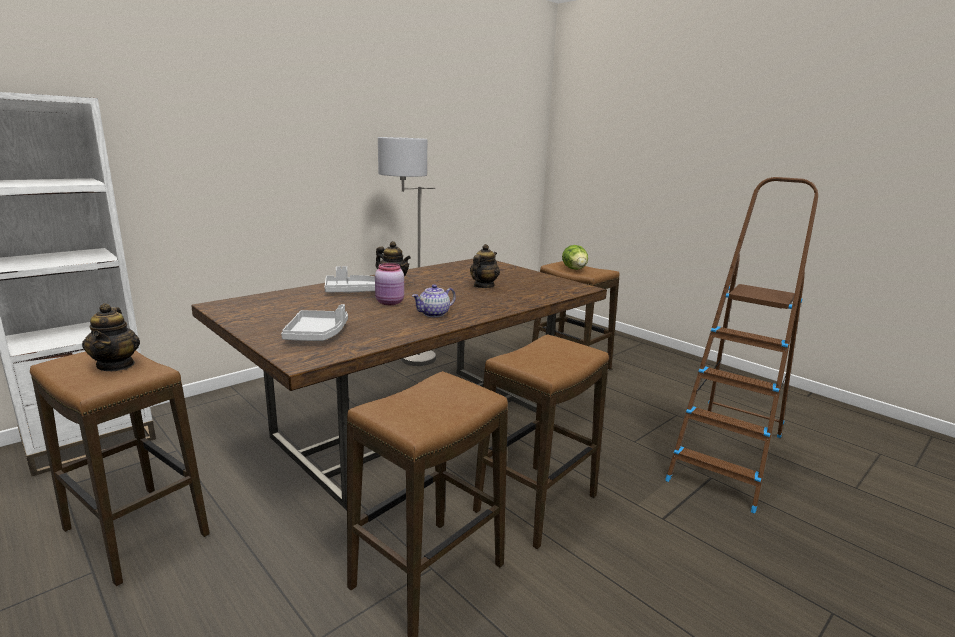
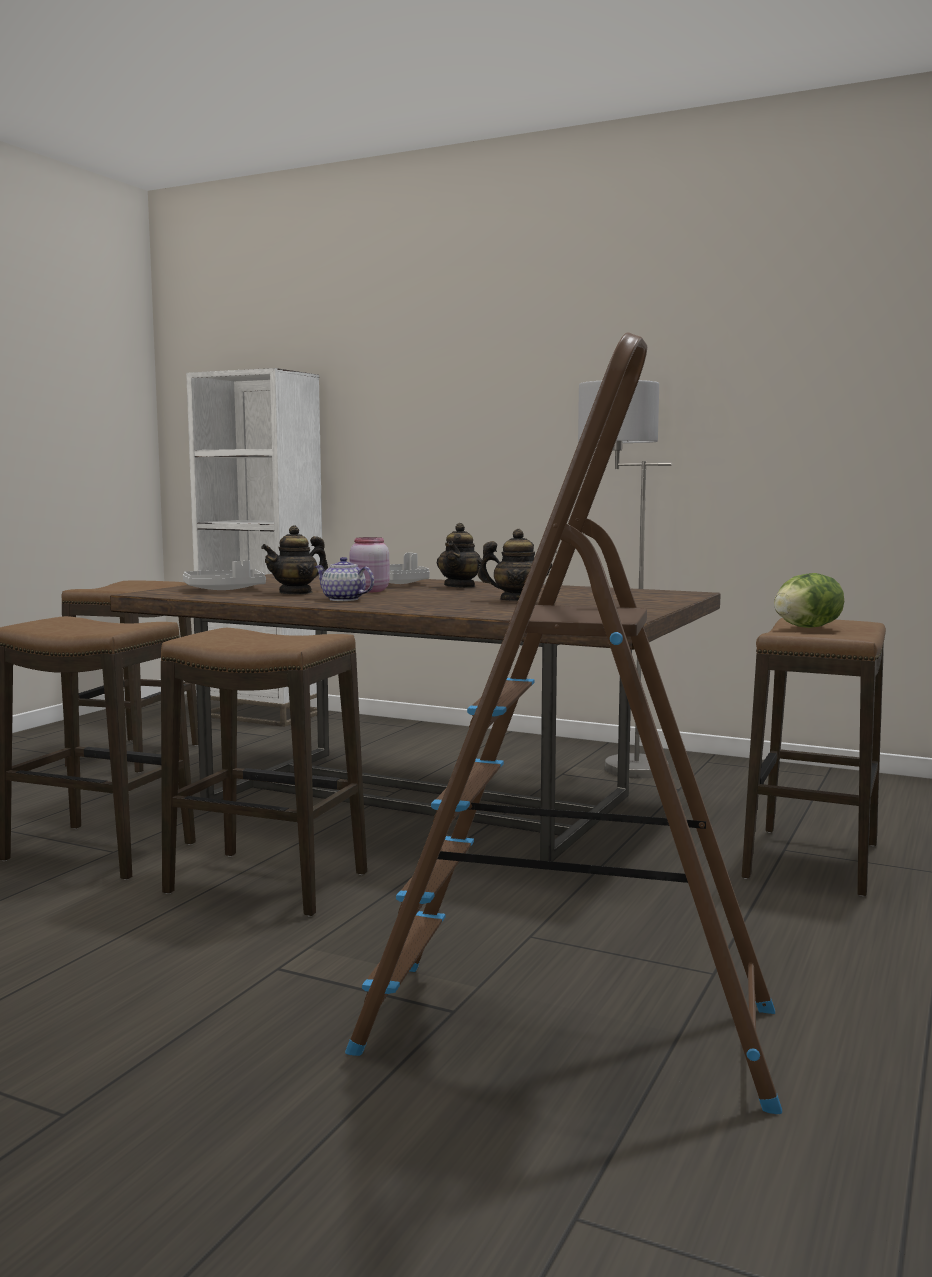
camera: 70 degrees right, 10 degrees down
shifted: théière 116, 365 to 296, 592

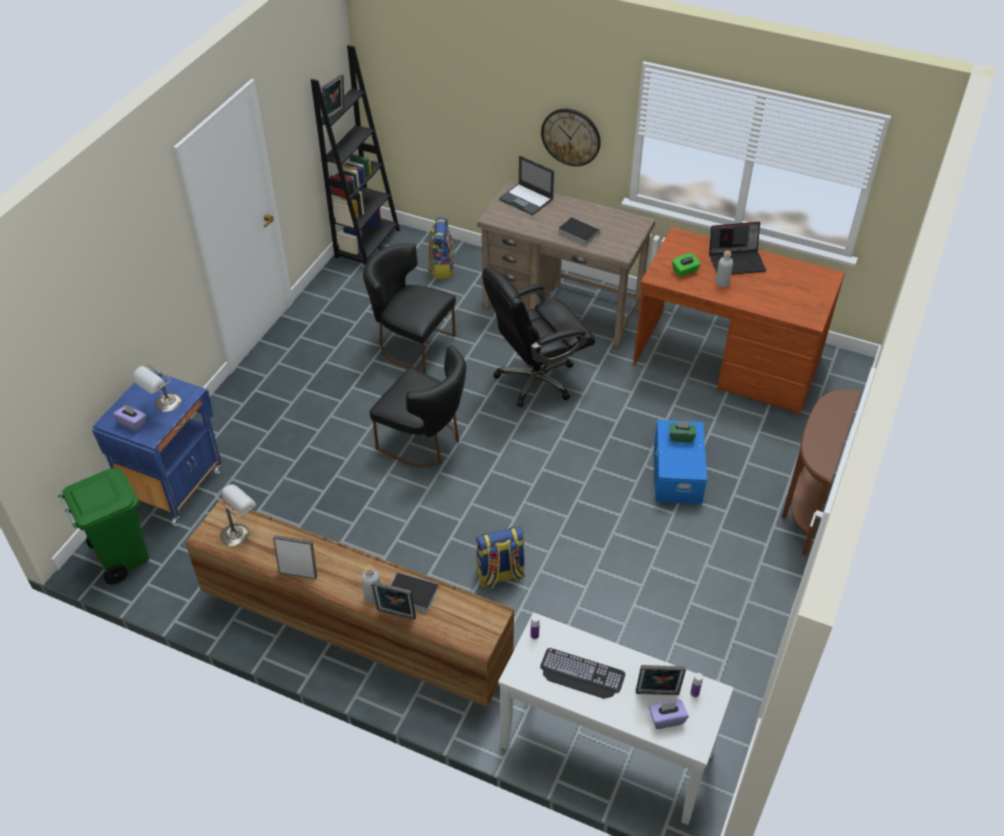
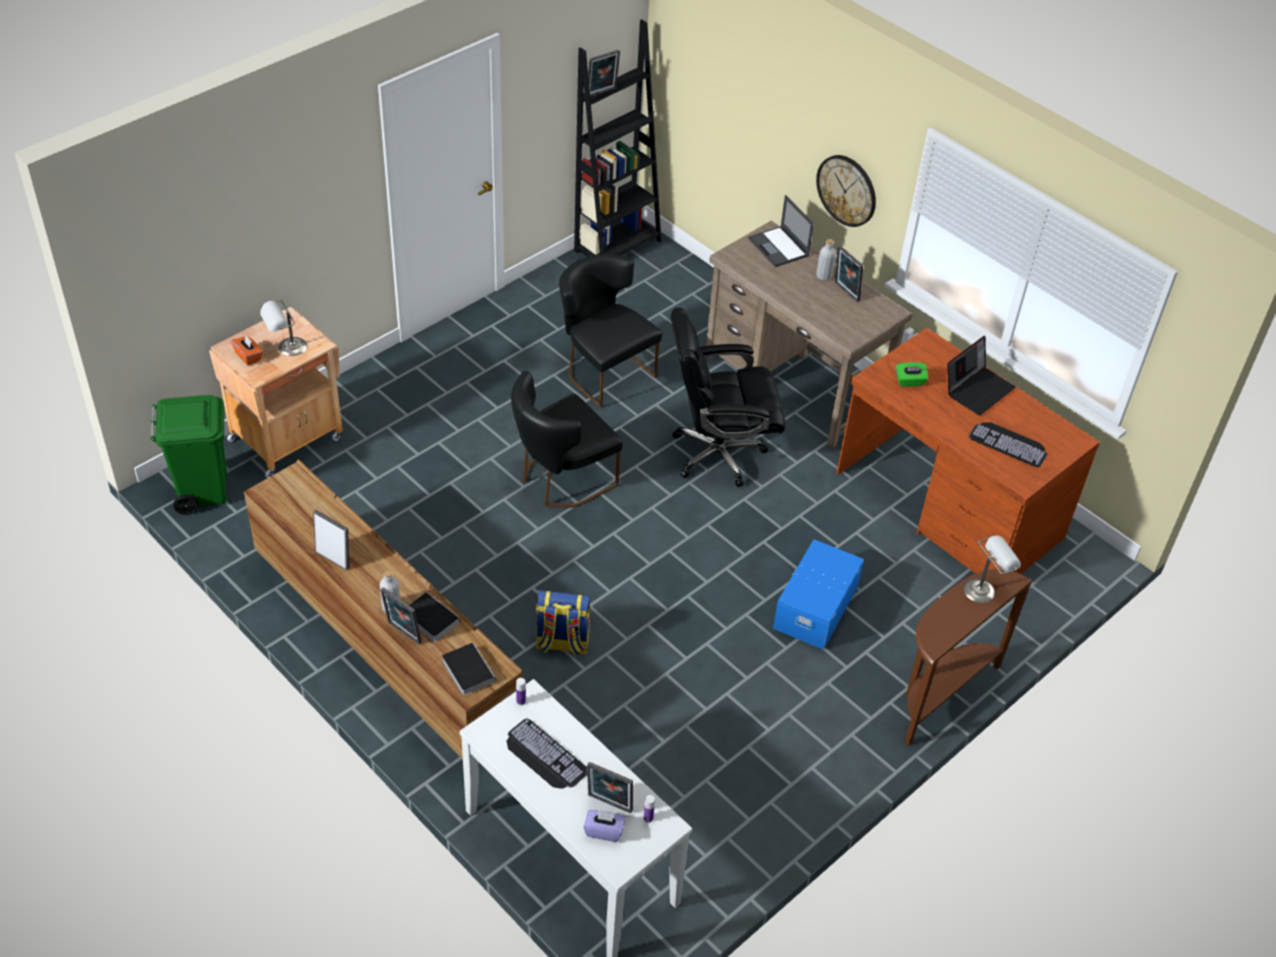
camera: 20 degrees right, 0 degrees up
gone: sac à dos 441, 267; boîte à mouchoirs/vert 681, 437
new: cadre photo 845, 292; clavier 1009, 443
shifted: livre 577, 233 to 467, 670; bouteille/gris 722, 283 to 823, 276; lampe de table/blanc 239, 531 to 984, 588
repainted: chariot/bleu 174, 486 to chariot/marron 287, 438; boîte à mouchoirs/violet 132, 423 to boîte à mouchoirs/orange 248, 356
rotated: ordinateur portable 736, 261 = 978, 389 60 degrees counterclockwise; chaise/noir 425, 442 = 561, 480 90 degrees clockwise

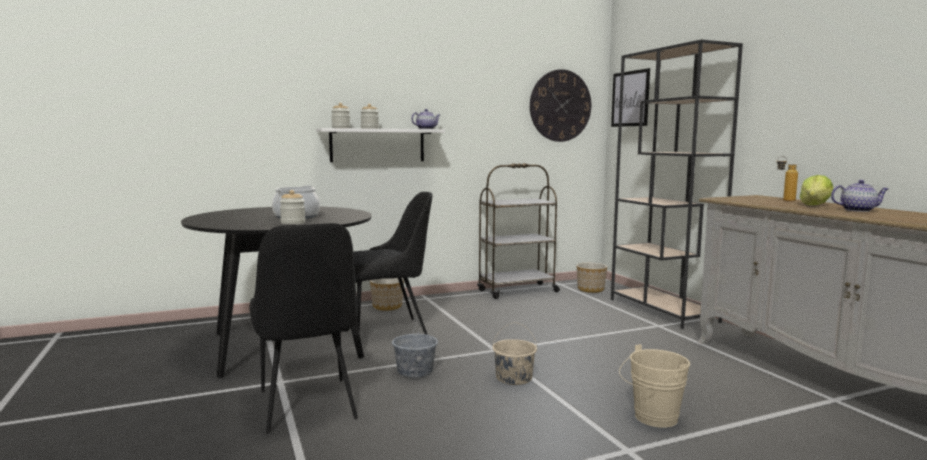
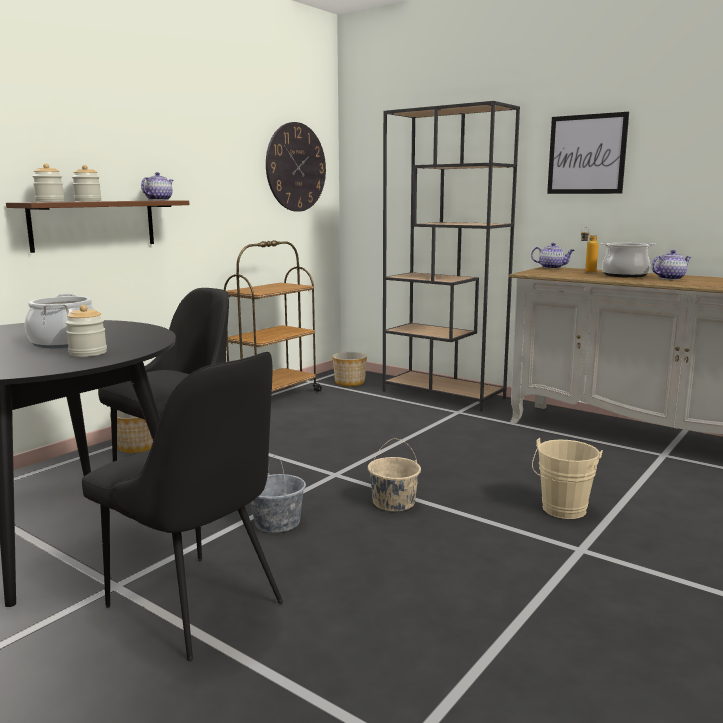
camera: 30 degrees left, 5 degrees up
new: théière 552, 267
shifted: tableau 630, 99 to 586, 154
swapped: laitue 815, 205 to marmite 624, 275
repainted: étagère/blanc 377, 145 to étagère/marron 94, 224; chariot/gris 516, 291 to chariot/marron 274, 398

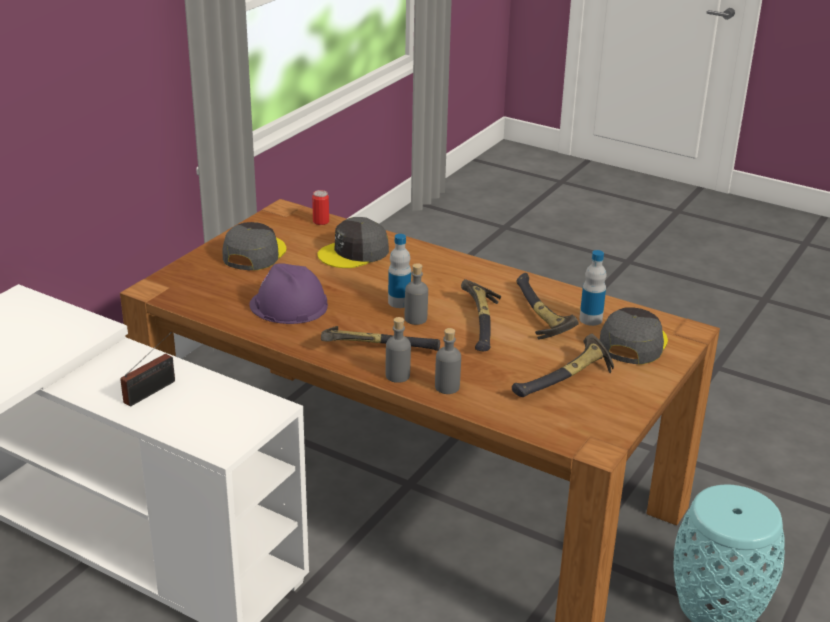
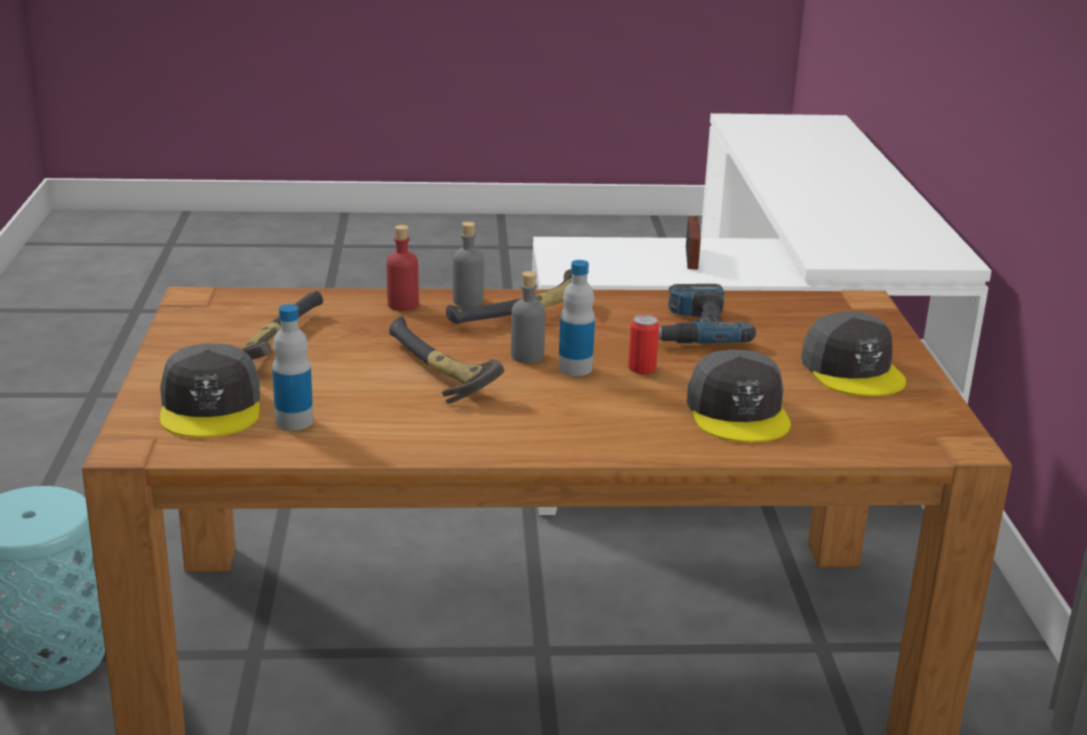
camera: 145 degrees right, 5 degrees down
gone: marteau 538, 316
shifted: boîte métallique 321, 221 to 642, 368
swapped: casque de chantier/violet 288, 305 to perceuse 693, 328
repainted: bouteille/gris 447, 387 to bouteille/rouge 403, 305
rotated: casquette/gris 354, 253 = 738, 412 150 degrees clockwise

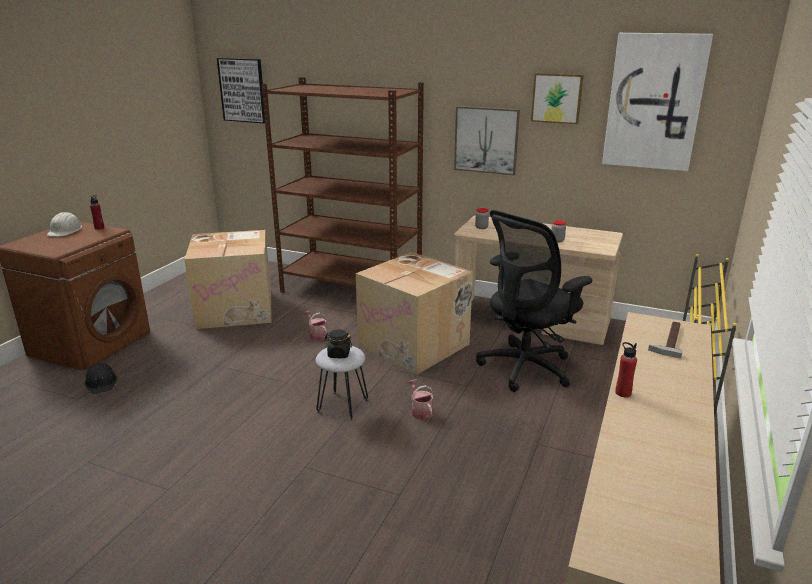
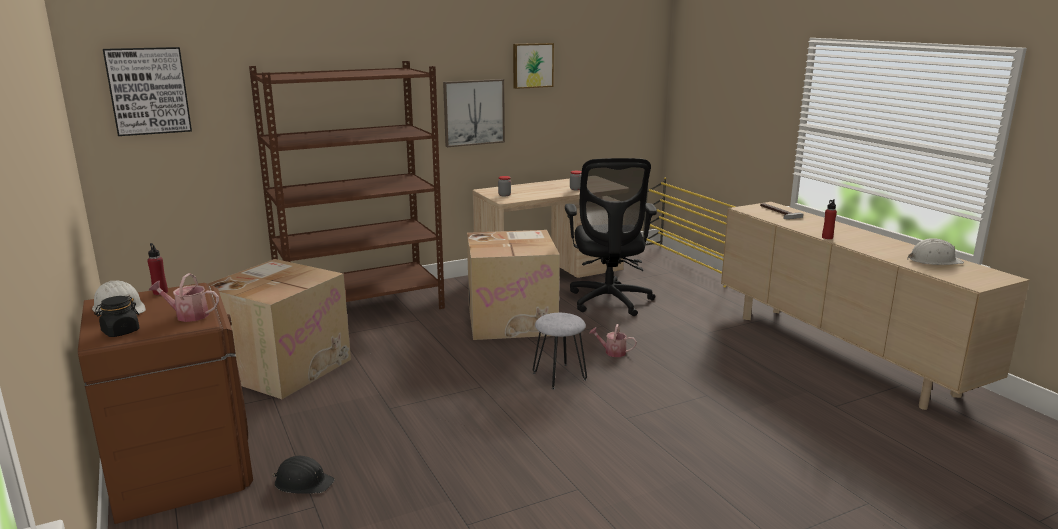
camera: 50 degrees left, 5 degrees down
gone: tableau 654, 102
new: casque de chantier/blanc 934, 260
shifted: arrosoir 317, 335 to 188, 315; bocal/noir 338, 354 to 120, 332

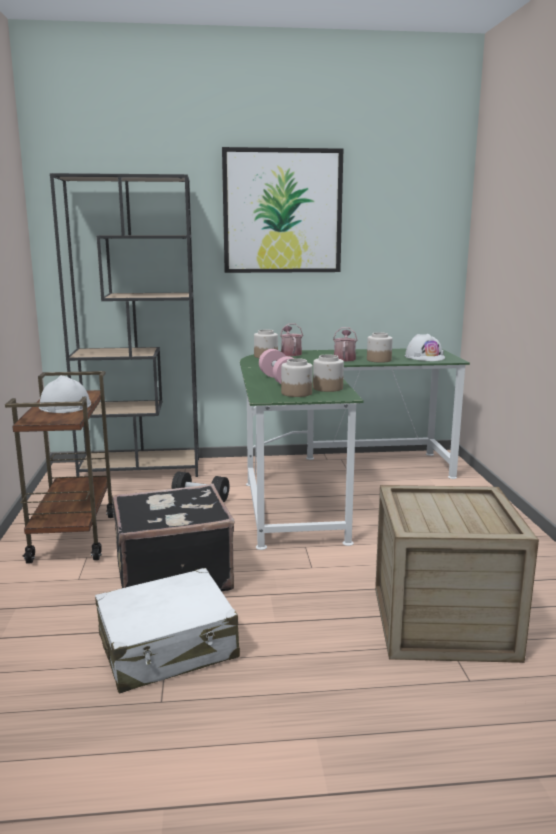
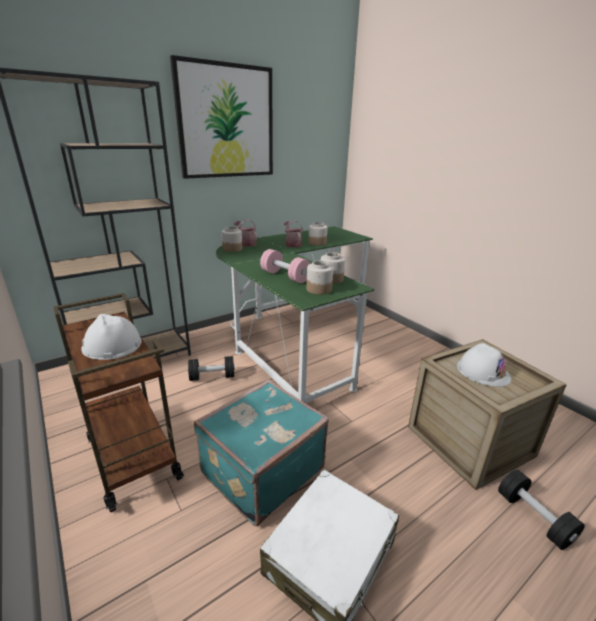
camera: 30 degrees left, 10 degrees up
new: haltère/noir 533, 518
shifted: casque de chantier/blanc 424, 357 to 483, 372
repainted: valise/noir 172, 575 to valise/turquoise 260, 470

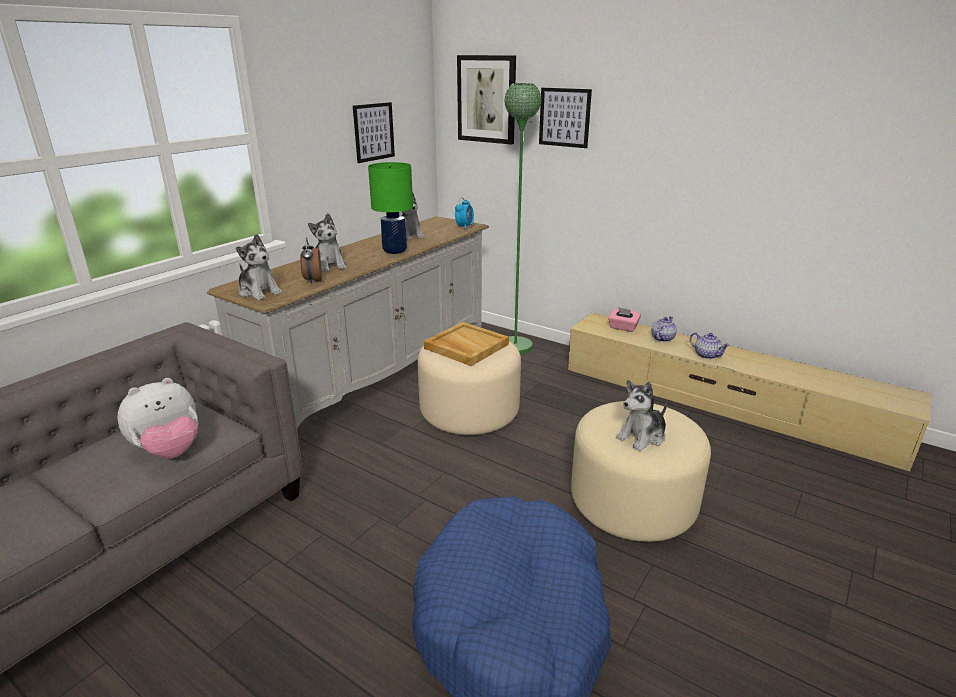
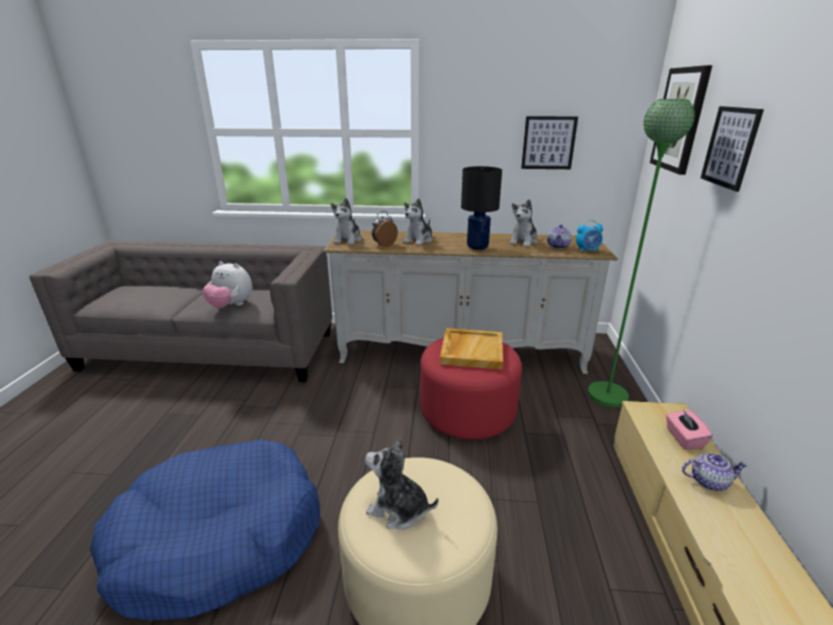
camera: 60 degrees right, 0 degrees up
shifted: théière 706, 355 to 558, 246
repainted: lampe de table/vert 394, 252 to lampe de table/noir 477, 248; pouf/beige 469, 411 to pouf/rouge 468, 411

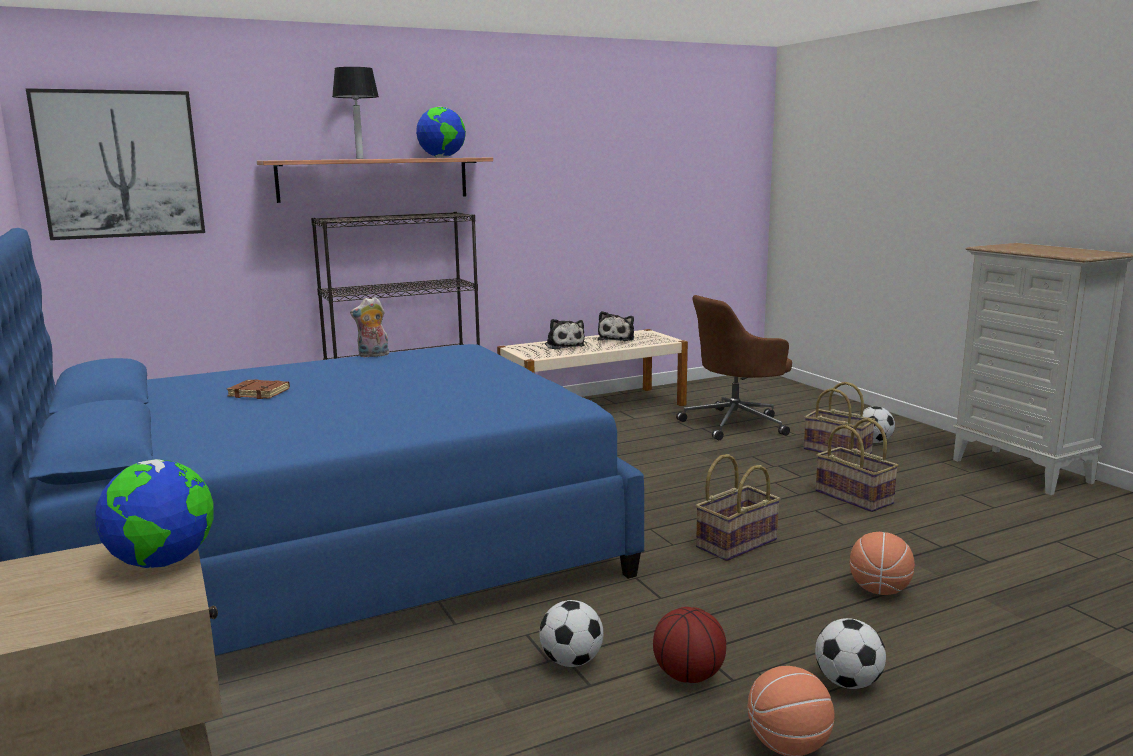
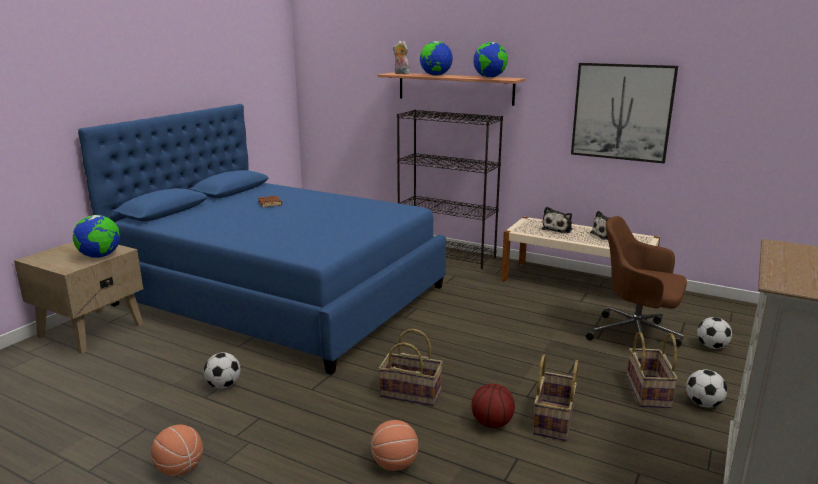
camera: 55 degrees right, 5 degrees up
shifted: tableau 120, 164 to 622, 112; peluche 373, 355 to 400, 74; ballon de basket 687, 676 to 491, 423; ballon de foot 847, 682 to 711, 346
swapped: lampe de table 359, 158 to globe 435, 75

